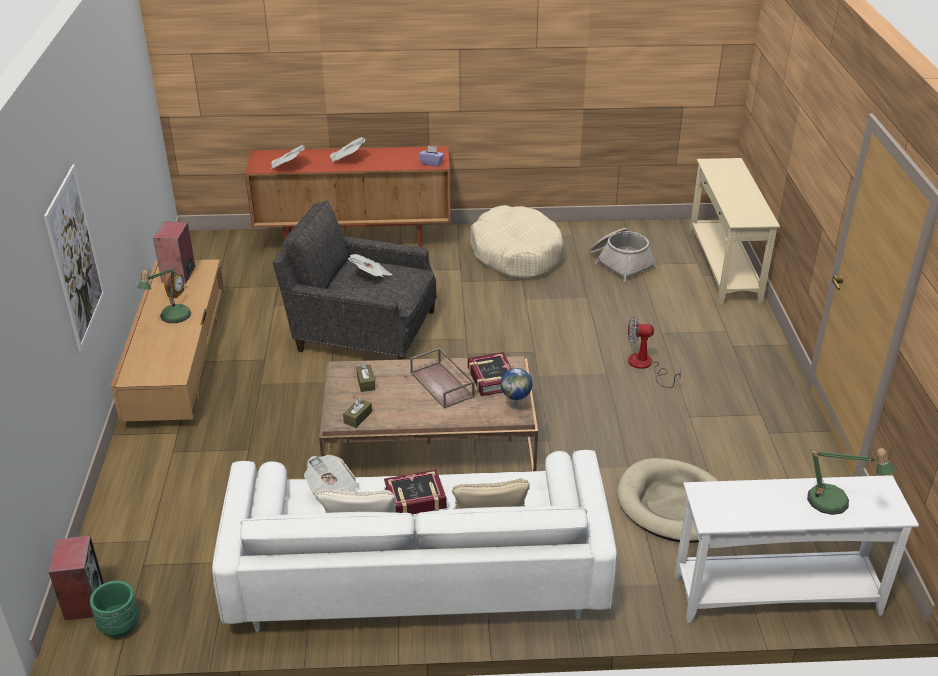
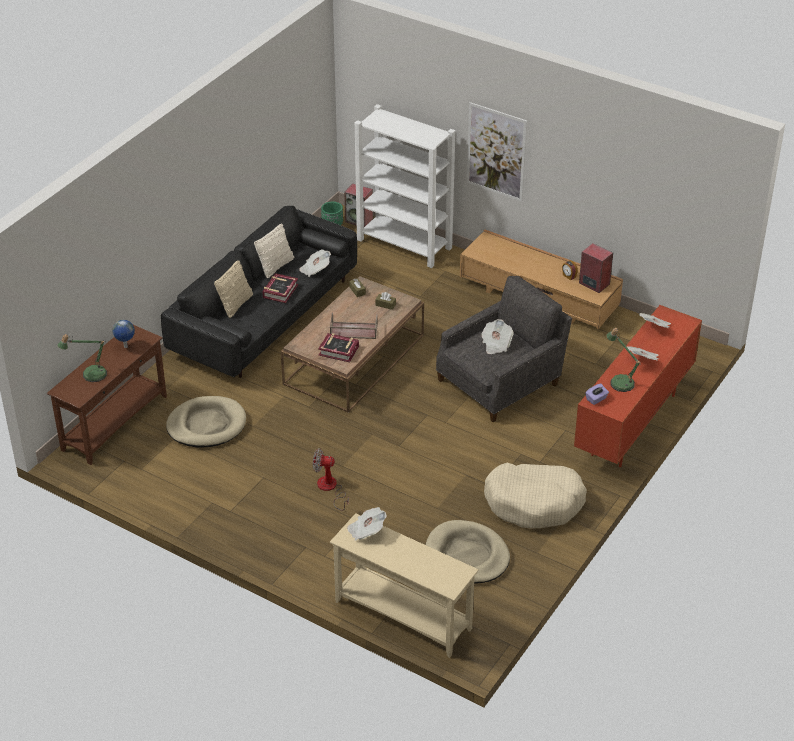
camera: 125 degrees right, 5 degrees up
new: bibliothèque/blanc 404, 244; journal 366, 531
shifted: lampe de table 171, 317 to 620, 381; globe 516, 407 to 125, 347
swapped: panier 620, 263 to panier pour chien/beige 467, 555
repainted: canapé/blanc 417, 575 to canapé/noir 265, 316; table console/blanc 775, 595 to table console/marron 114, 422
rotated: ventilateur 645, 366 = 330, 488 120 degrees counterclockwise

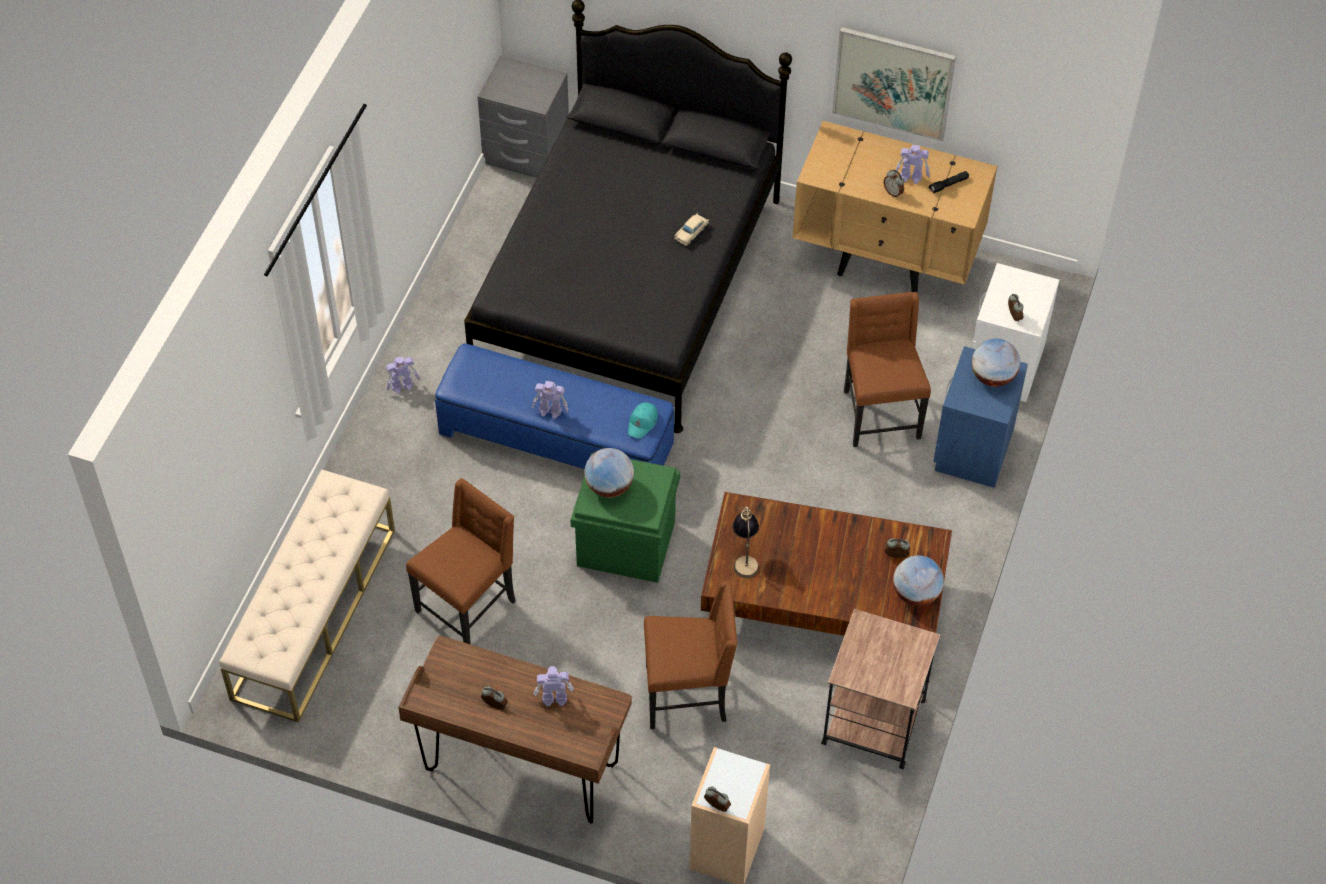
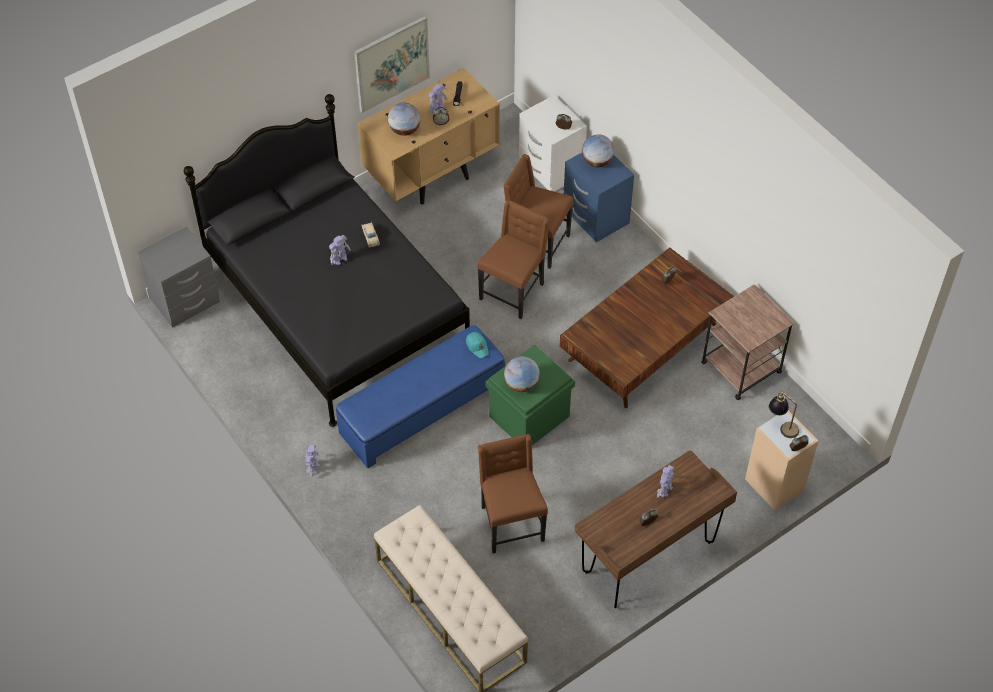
camera: 55 degrees left, 0 degrees up
shifted: robot jouet 550, 411 to 340, 259; lampe de table 745, 557 to 782, 426; globe 916, 594 to 404, 130; chaise/marron 688, 694 to 513, 291

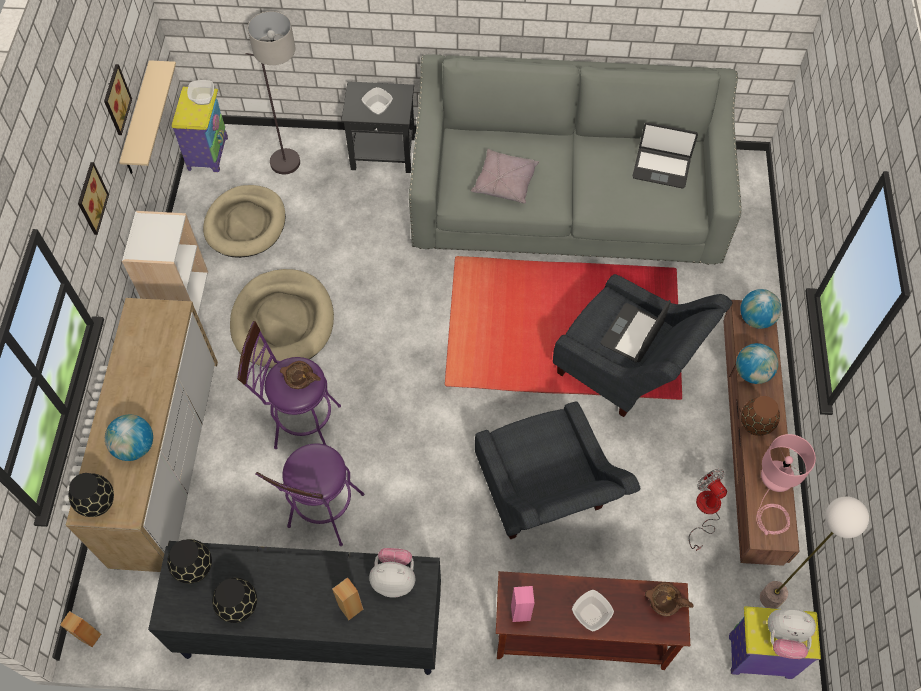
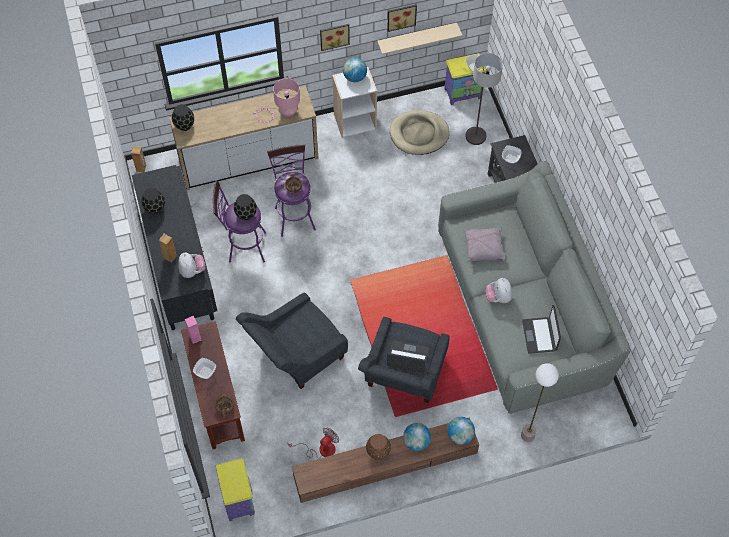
camera: 70 degrees right, 0 degrees up
gone: panier pour chien/beige 283, 321
shifted: globe 135, 447 to 354, 77; lampe de table/rose 773, 495 to 279, 113; lampadaire 770, 598 to 527, 435; vase/noir 195, 569 to 245, 214; peluche 784, 637 to 498, 297

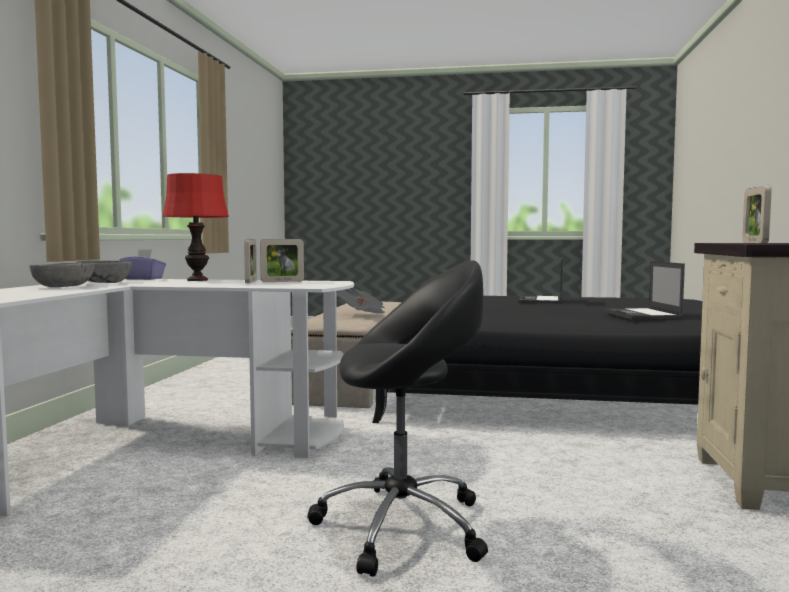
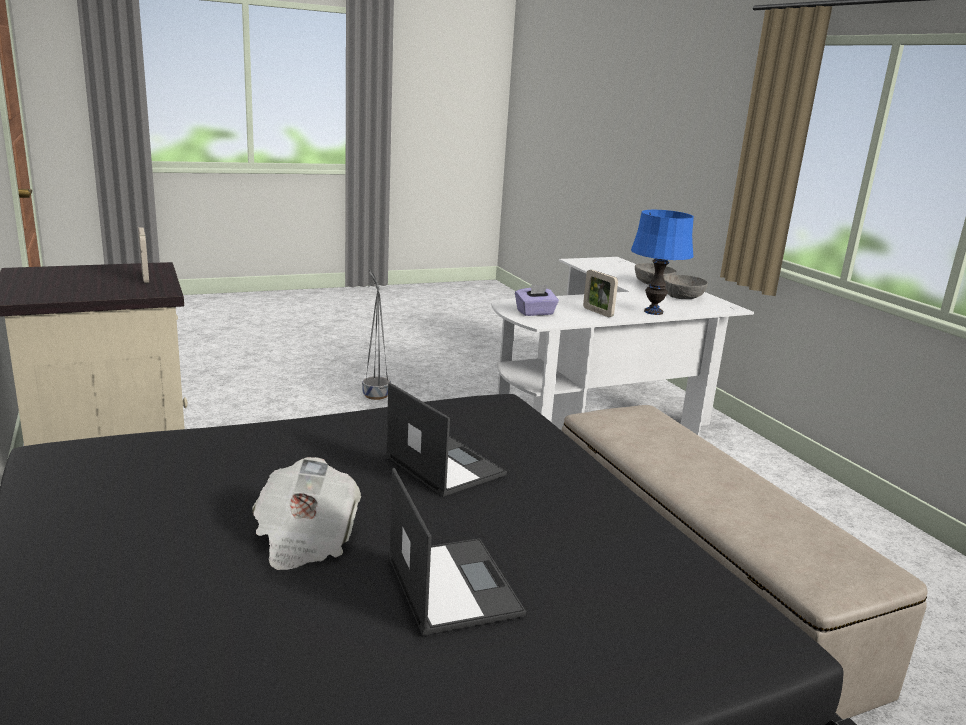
camera: 145 degrees right, 15 degrees up
gone: cadre photo 282, 281
shifted: boîte à mouchoirs/violet 143, 279 to 535, 313; ordinateur portable 642, 315 to 443, 465; journal 362, 315 to 305, 539
swapped: chaise de bureau/noir 406, 526 to cache-pot/gris 375, 395
repainted: lampe de table/rouge 197, 280 to lampe de table/bleu 653, 312

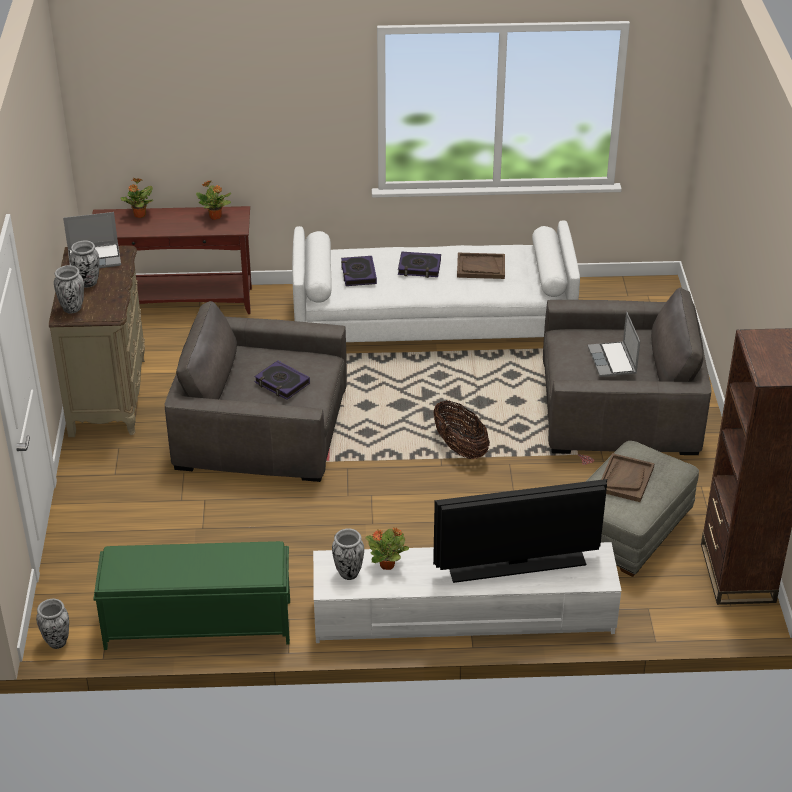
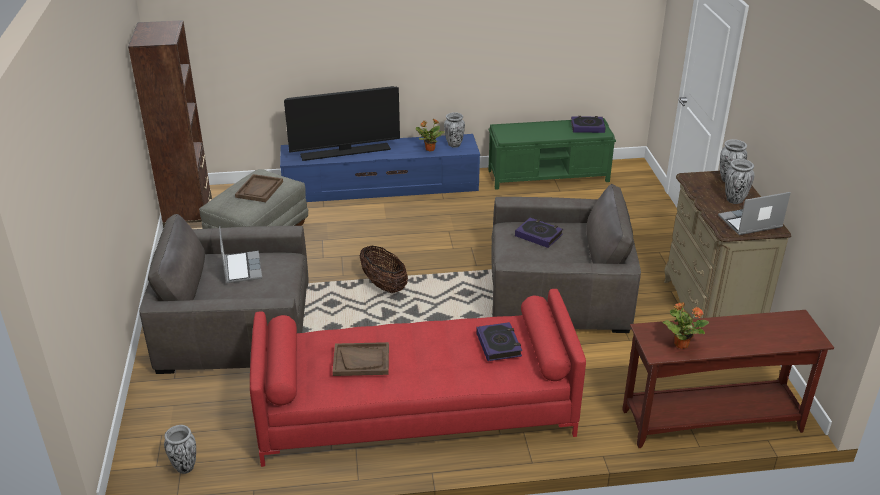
camera: 175 degrees right, 5 degrees down
gone: plante en pot 139, 215
shifted: livre 419, 268 to 587, 127; vase 57, 642 to 184, 467
repainted: canapé/blanc 433, 323 to canapé/rouge 415, 409; meuble télé/blanc 462, 618 to meuble télé/bleu 381, 186

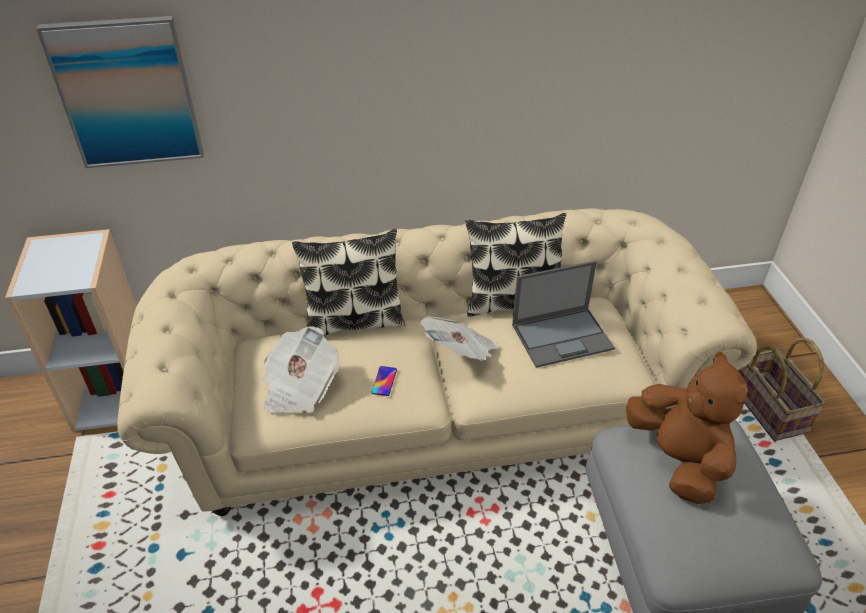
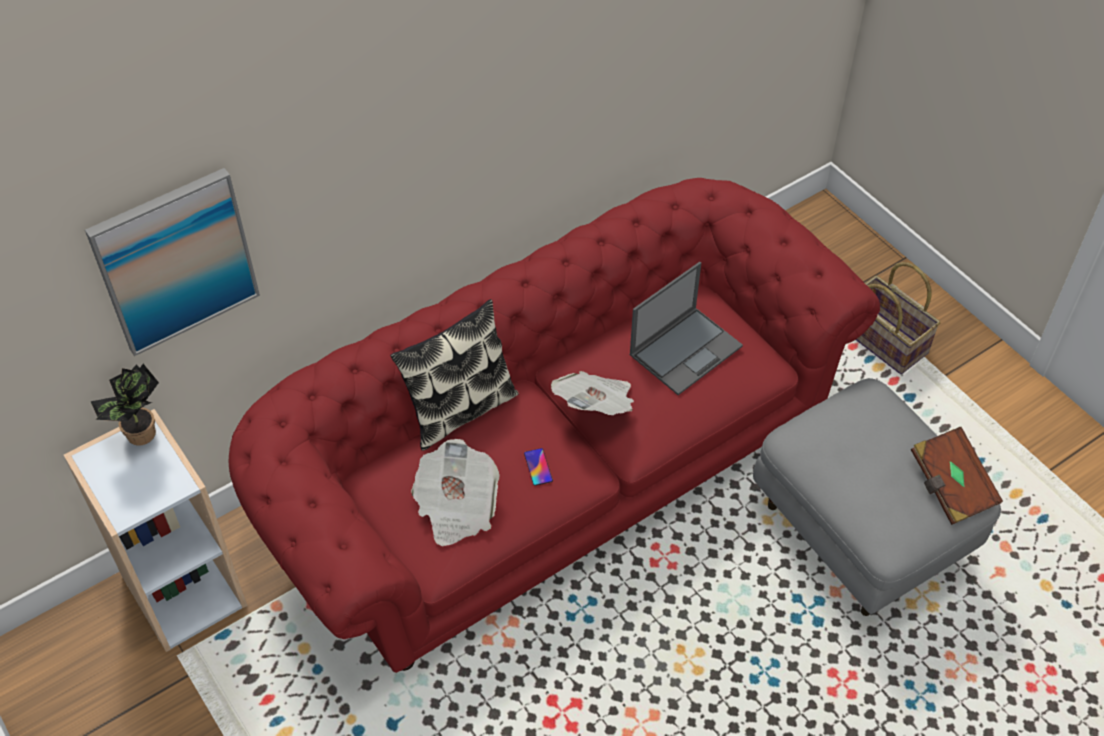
camera: 25 degrees left, 10 degrees up
gone: coussin 512, 301; peluche/marron 677, 459
new: plante en pot 141, 437; livre/marron 950, 486
repainted: canapé/beige 433, 404 to canapé/rouge 553, 462

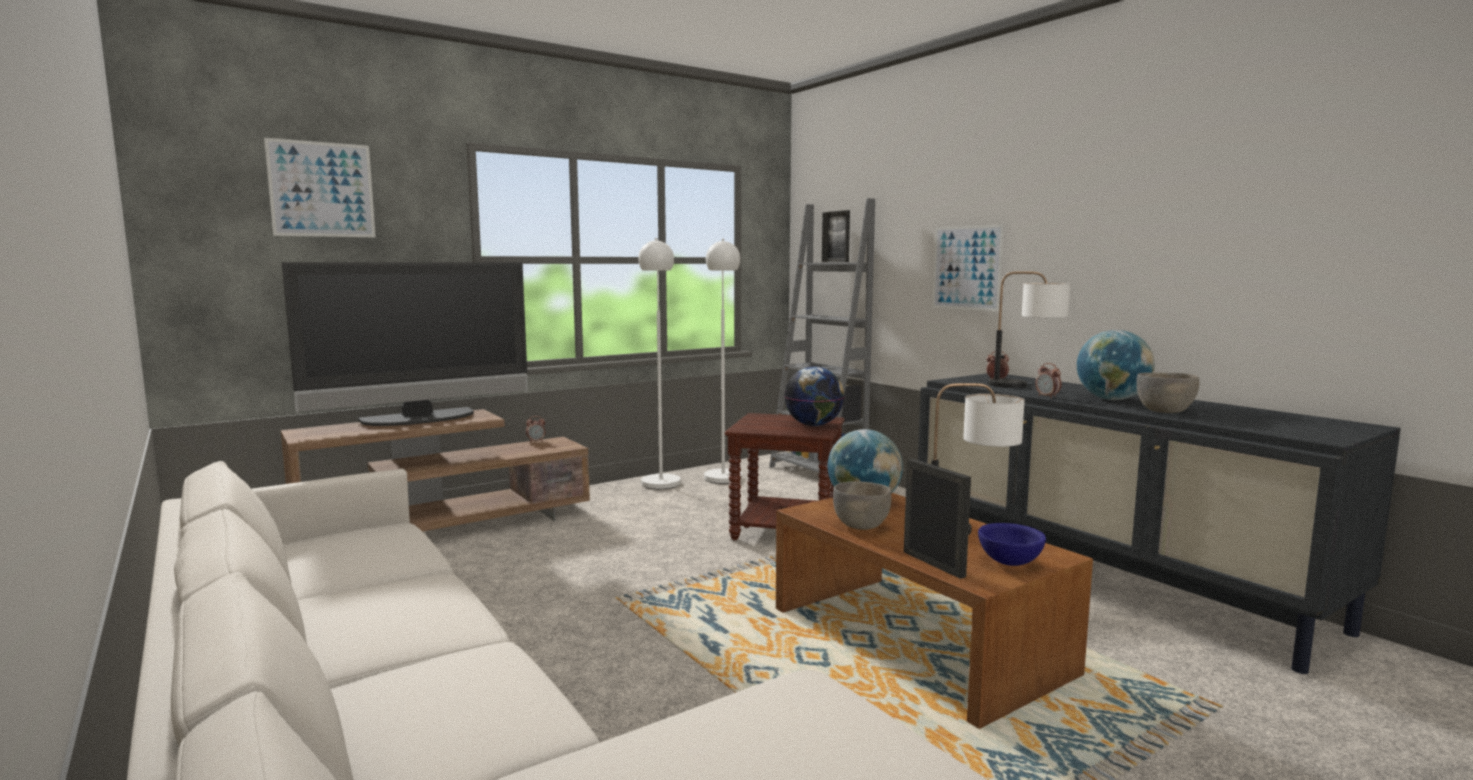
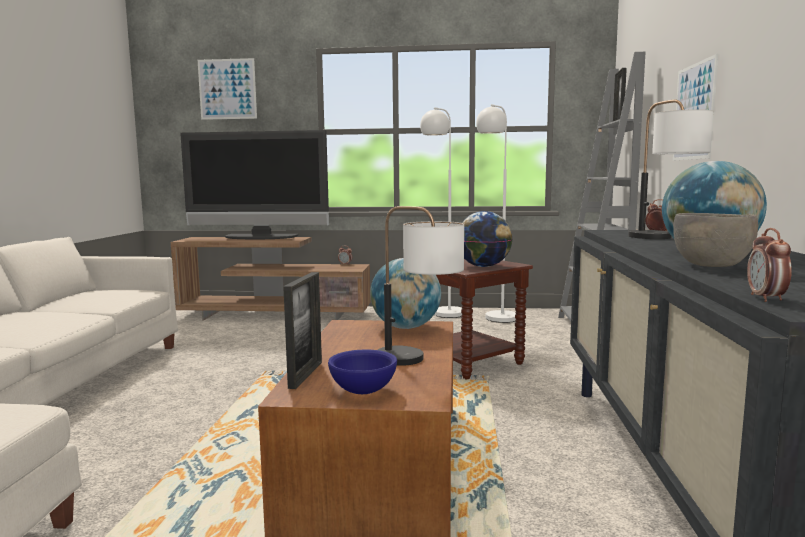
camera: 40 degrees right, 0 degrees up
gone: bol/gris 861, 527
shifted: réveil 1047, 397 to 766, 298

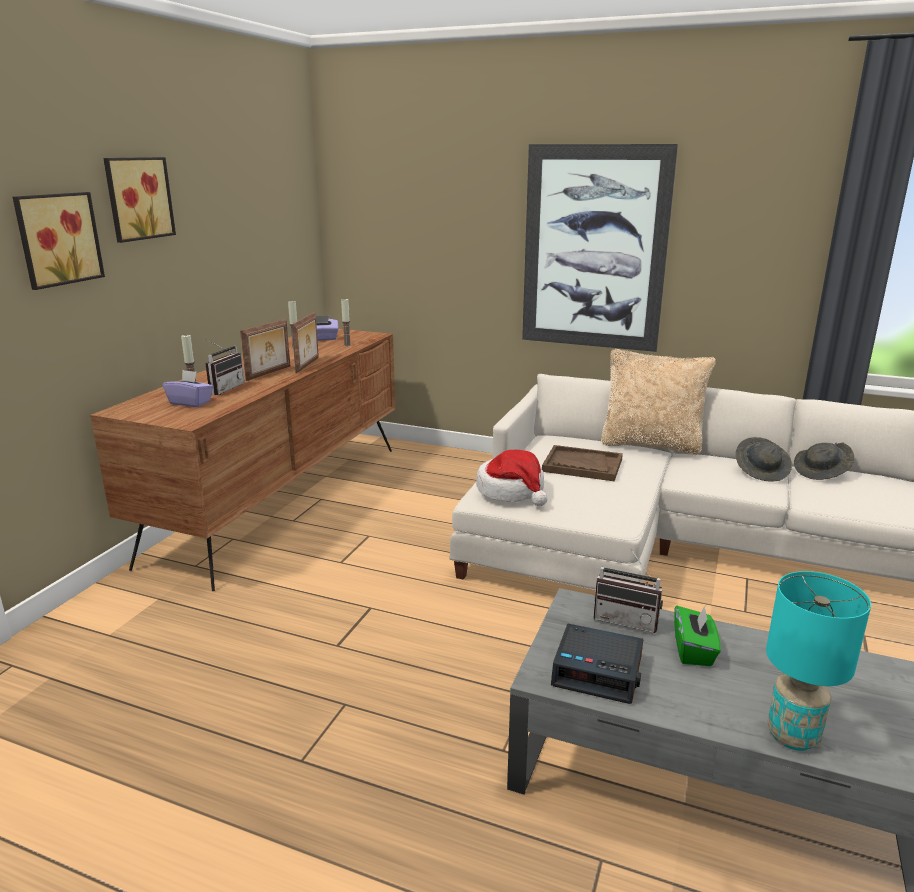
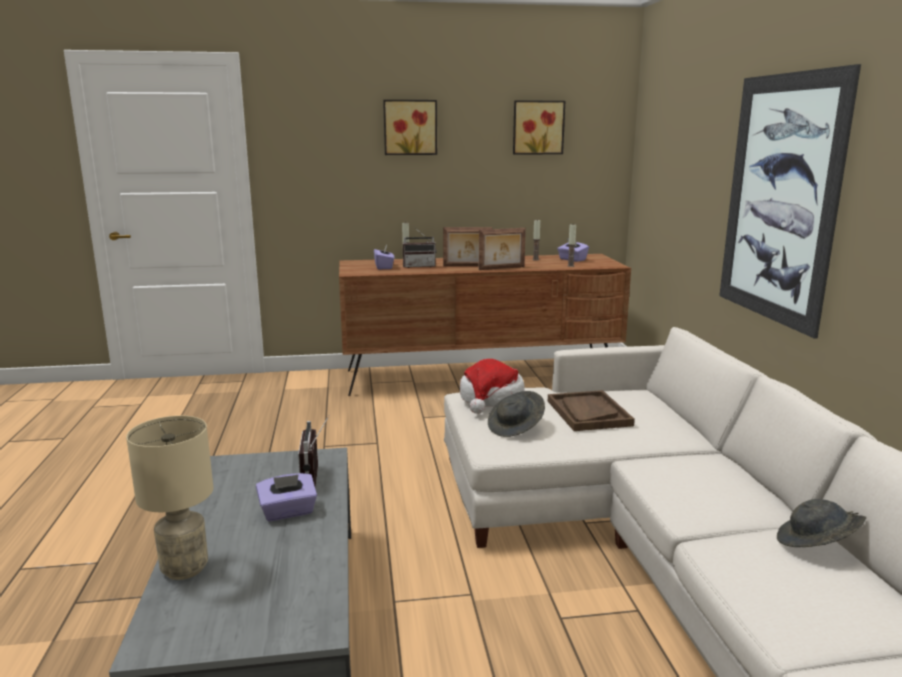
camera: 60 degrees right, 5 degrees down
gone: coussin/beige 651, 447; réveil 598, 671
shifted: tableau 57, 239 to 537, 127; chapeau/gris 761, 471 to 516, 427
repainted: lampe de table/turquoise 794, 736 to lampe de table/beige 184, 569; boîte à mouchoirs/vert 694, 651 to boîte à mouchoirs/violet 288, 512

